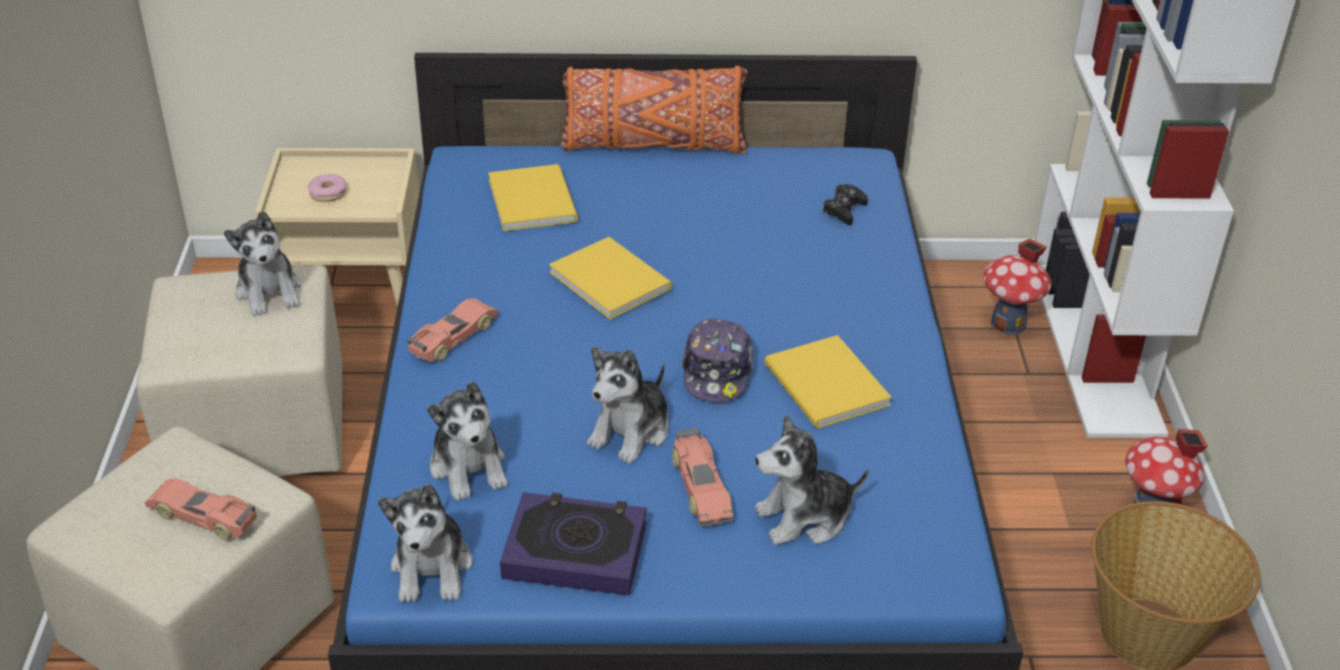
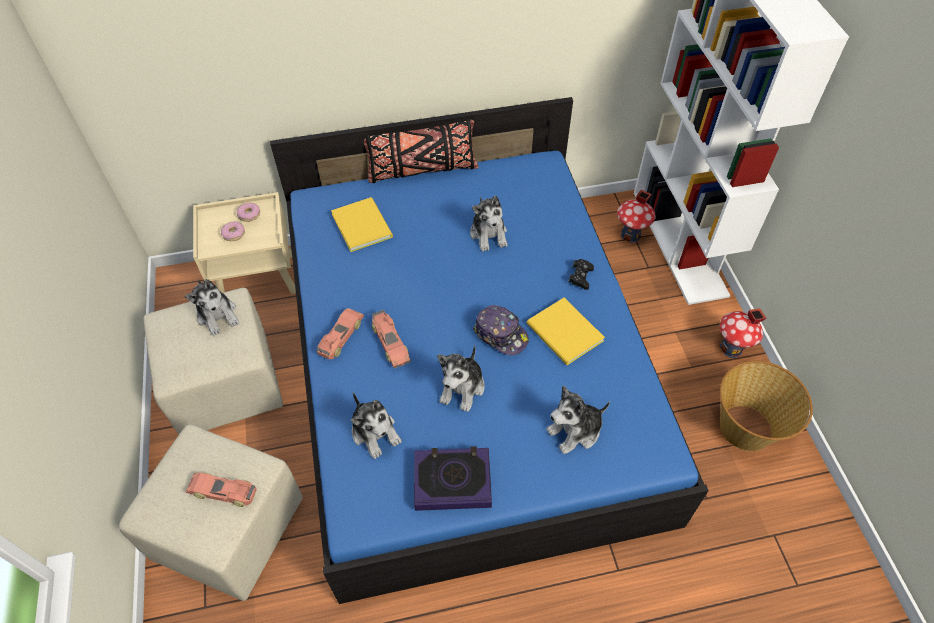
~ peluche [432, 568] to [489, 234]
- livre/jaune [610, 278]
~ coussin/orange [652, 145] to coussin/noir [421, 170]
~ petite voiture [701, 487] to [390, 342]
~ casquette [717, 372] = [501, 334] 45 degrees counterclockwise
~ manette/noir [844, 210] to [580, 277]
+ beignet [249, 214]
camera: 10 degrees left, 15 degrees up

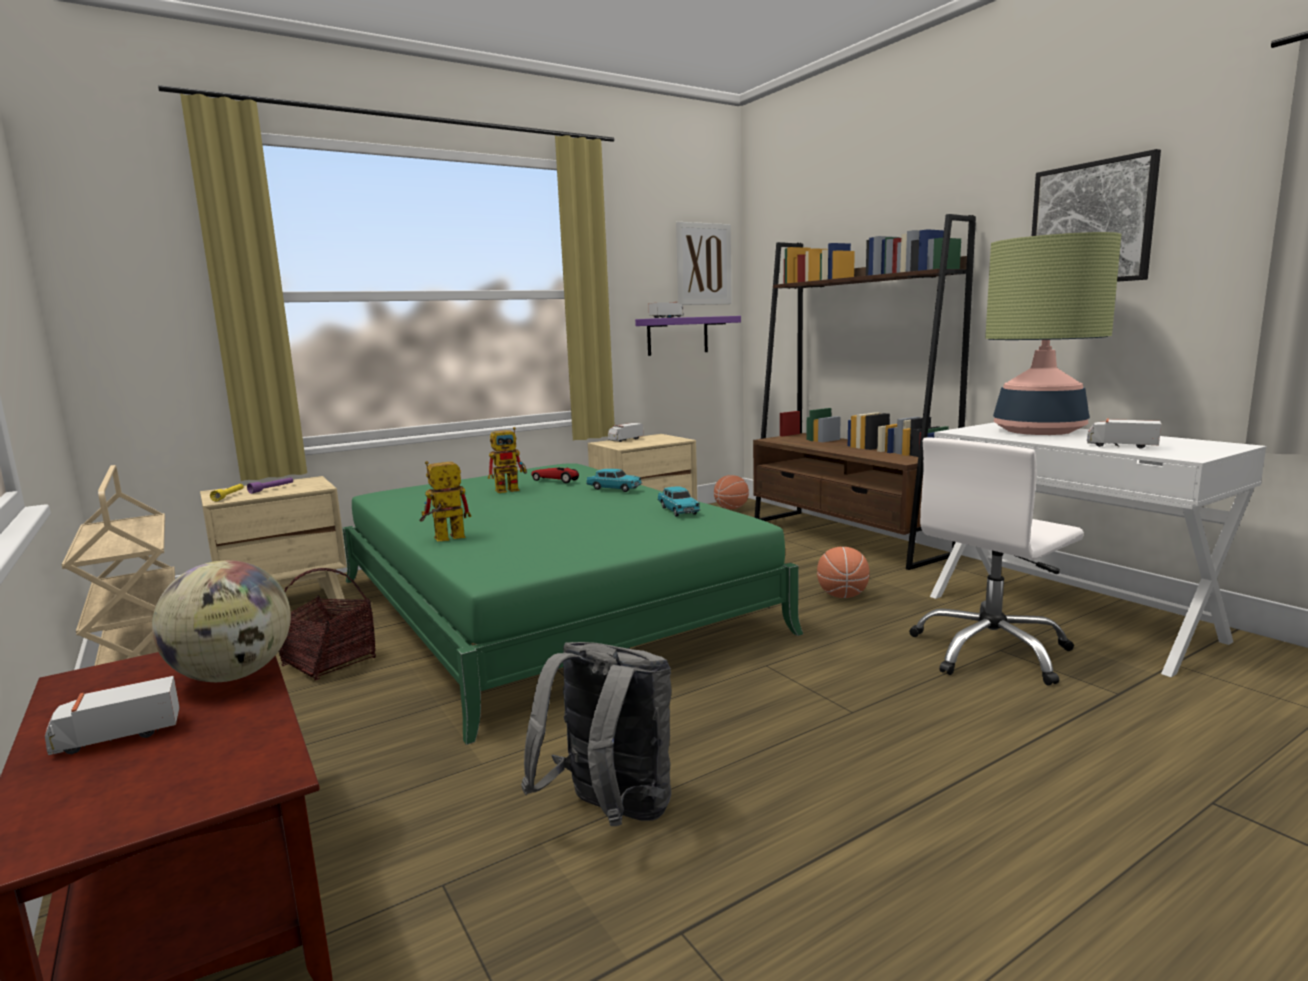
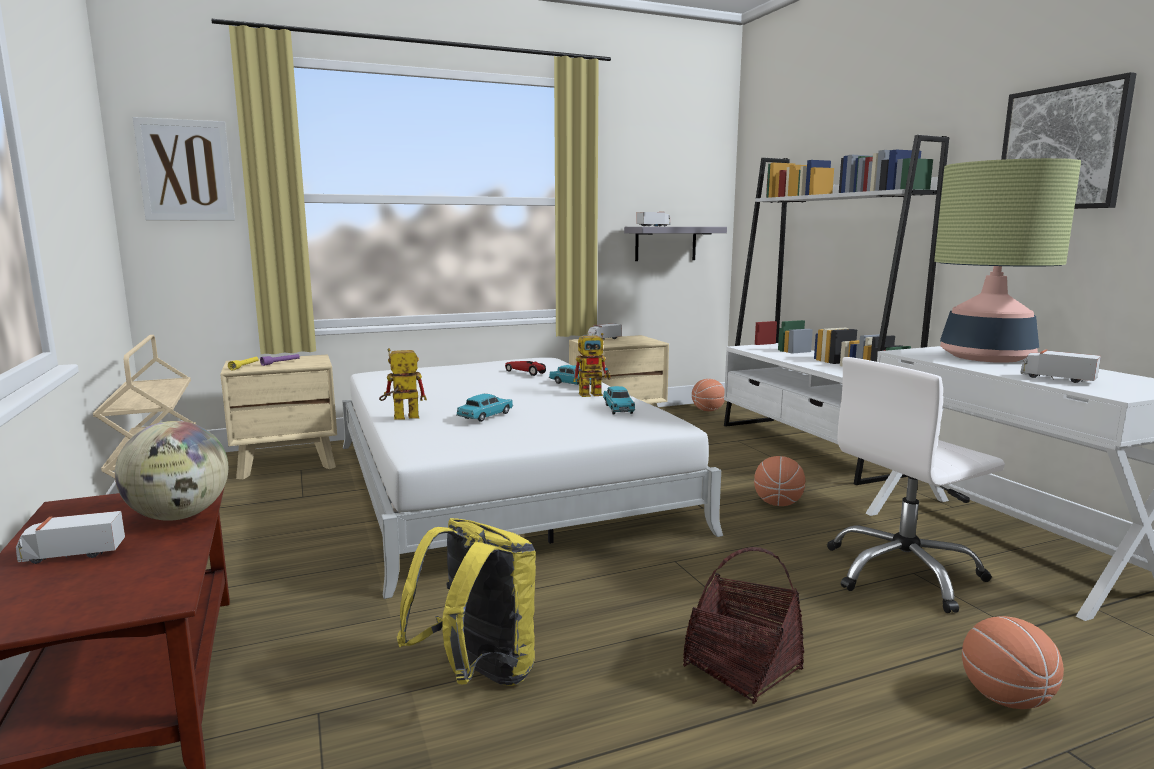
~ panier [330, 662] to [743, 668]
~ lit/vert [546, 604] to lit/blanc [501, 484]
~ robot jouet [512, 489] to [595, 393]
~ sac à dos/gris [610, 814] to sac à dos/jaune [478, 675]
~ étagère/violet [677, 336] to étagère/gris [665, 243]
~ tableau [703, 264] to [185, 170]
~ bibliothèque/marron [846, 537] to bibliothèque/blanc [808, 448]
+ petite voiture/turquoise [485, 416]
+ ballon de basket [1006, 699]
camera: 10 degrees right, 0 degrees up

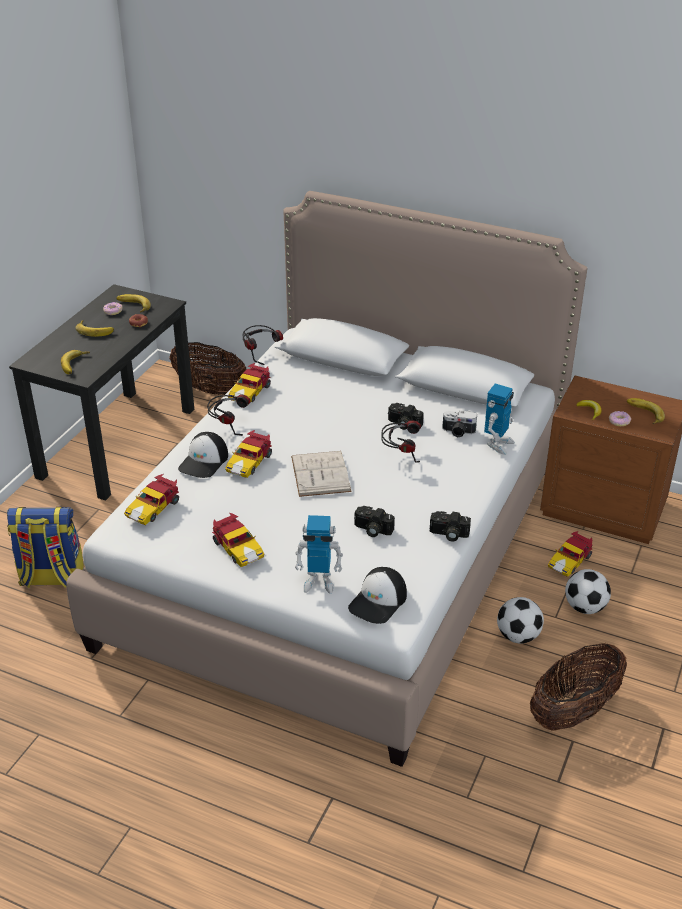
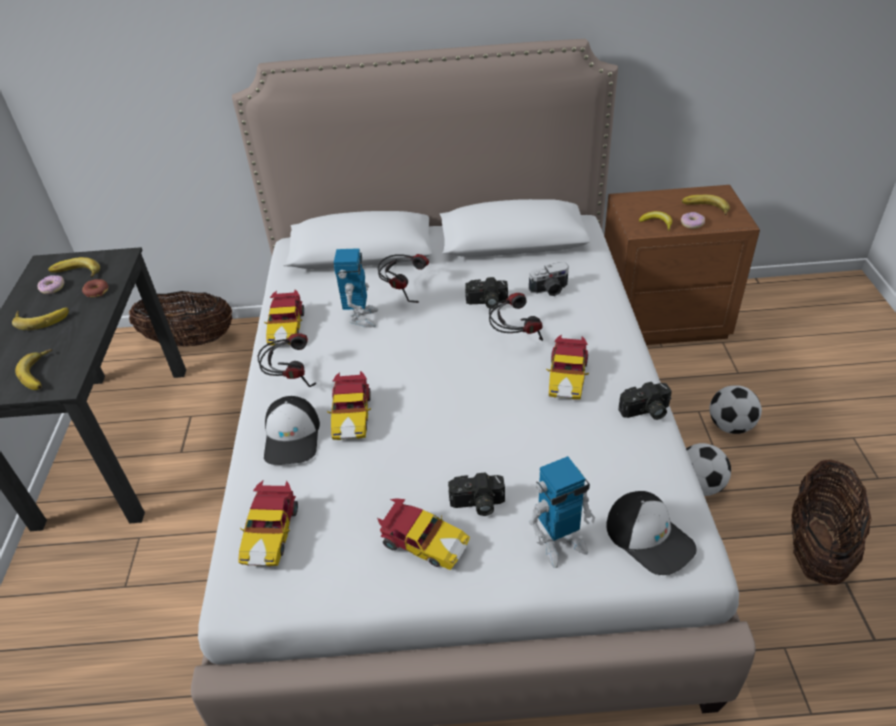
- sac à dos [51, 577]
~ casque audio [261, 355] to [403, 291]
- livre/blanc [320, 474]
~ casquette [378, 601] = [650, 537] 45 degrees counterclockwise
~ appareil photo [372, 530] to [477, 504]
~ robot jouet [497, 444] to [361, 318]
~ petite voiture [570, 561] to [567, 377]
camera: 25 degrees left, 5 degrees up

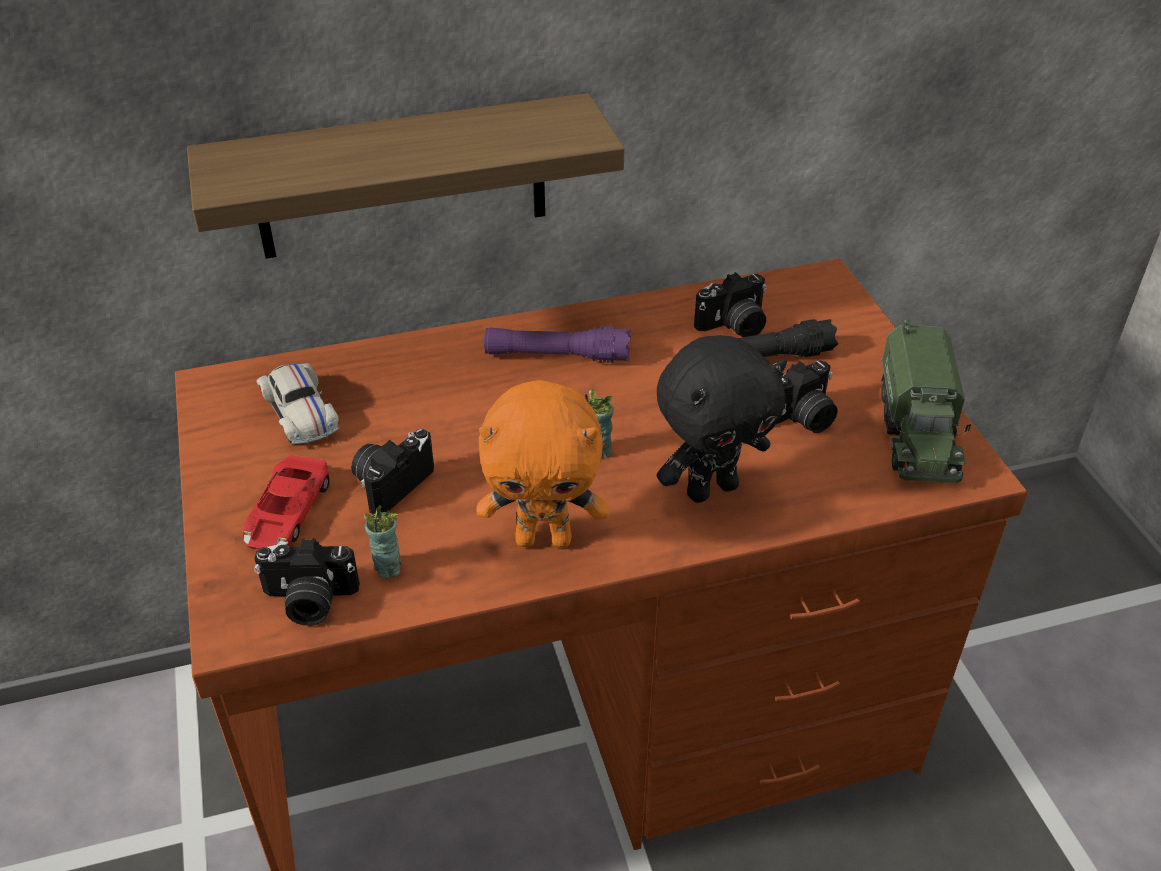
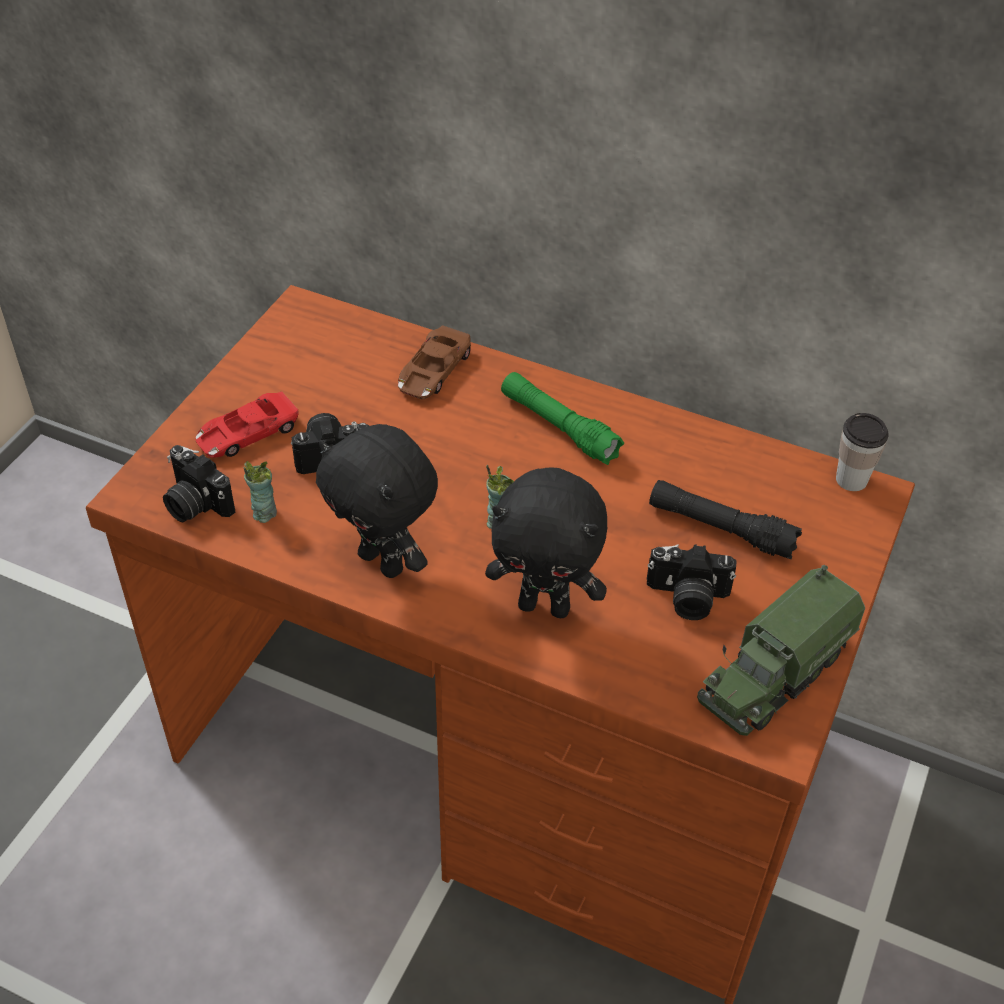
- étagère [401, 178]
- petite voiture/blanc [300, 412]
~ peluche/orange [544, 538] to peluche/noir [384, 562]
~ lampe de poche/violet [557, 356] to lampe de poche/vert [559, 427]
- appareil photo [734, 326]
+ petite voiture/marron [433, 371]
+ tasse [851, 479]
camera: 40 degrees right, 5 degrees up

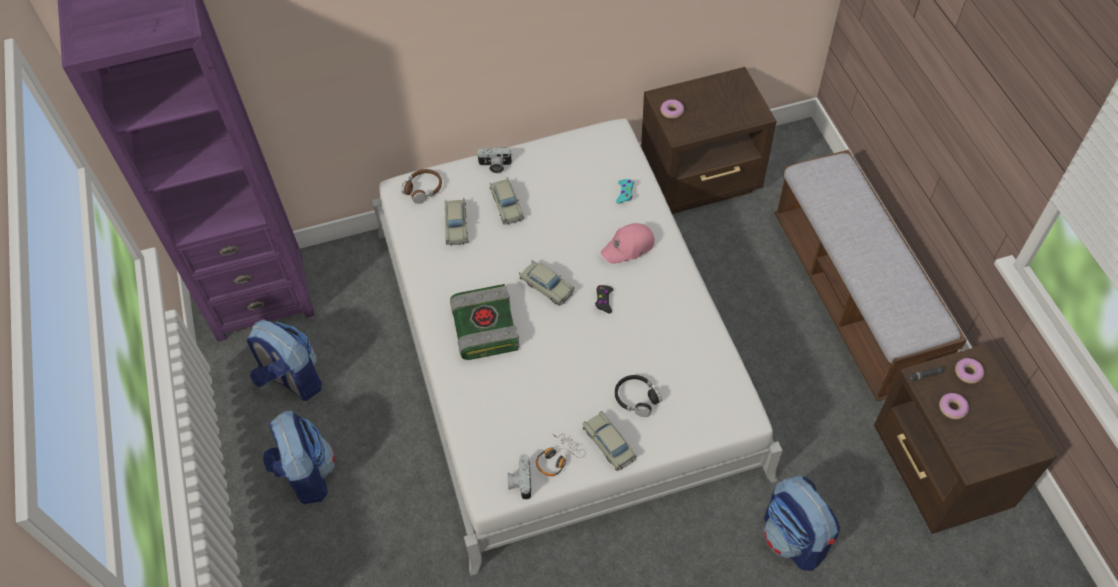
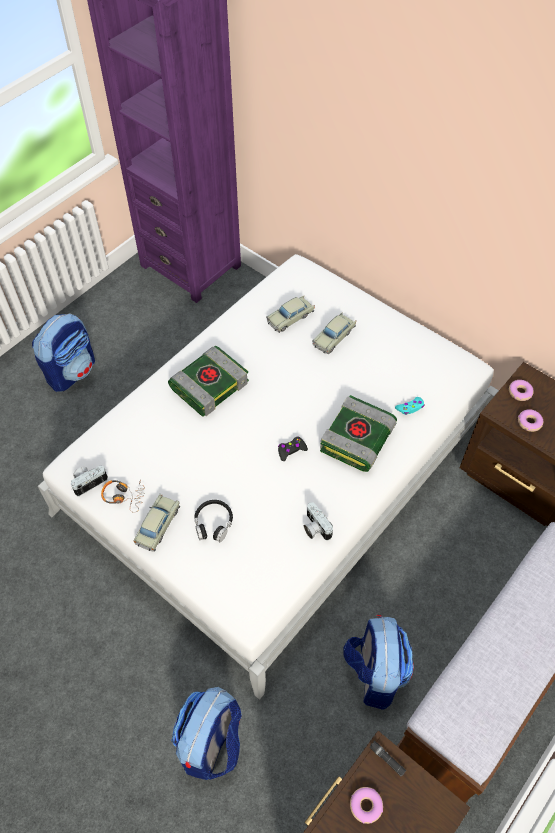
~ sac à dos [291, 380] to [374, 672]
- casque audio/marron [423, 189]
~ appareil photo [495, 166] to [315, 527]
- petite voiture/beige [547, 286]
~ casquette/rose [629, 247] to livre [357, 440]
~ beignet [968, 373] to [529, 422]
camera: 55 degrees right, 0 degrees up

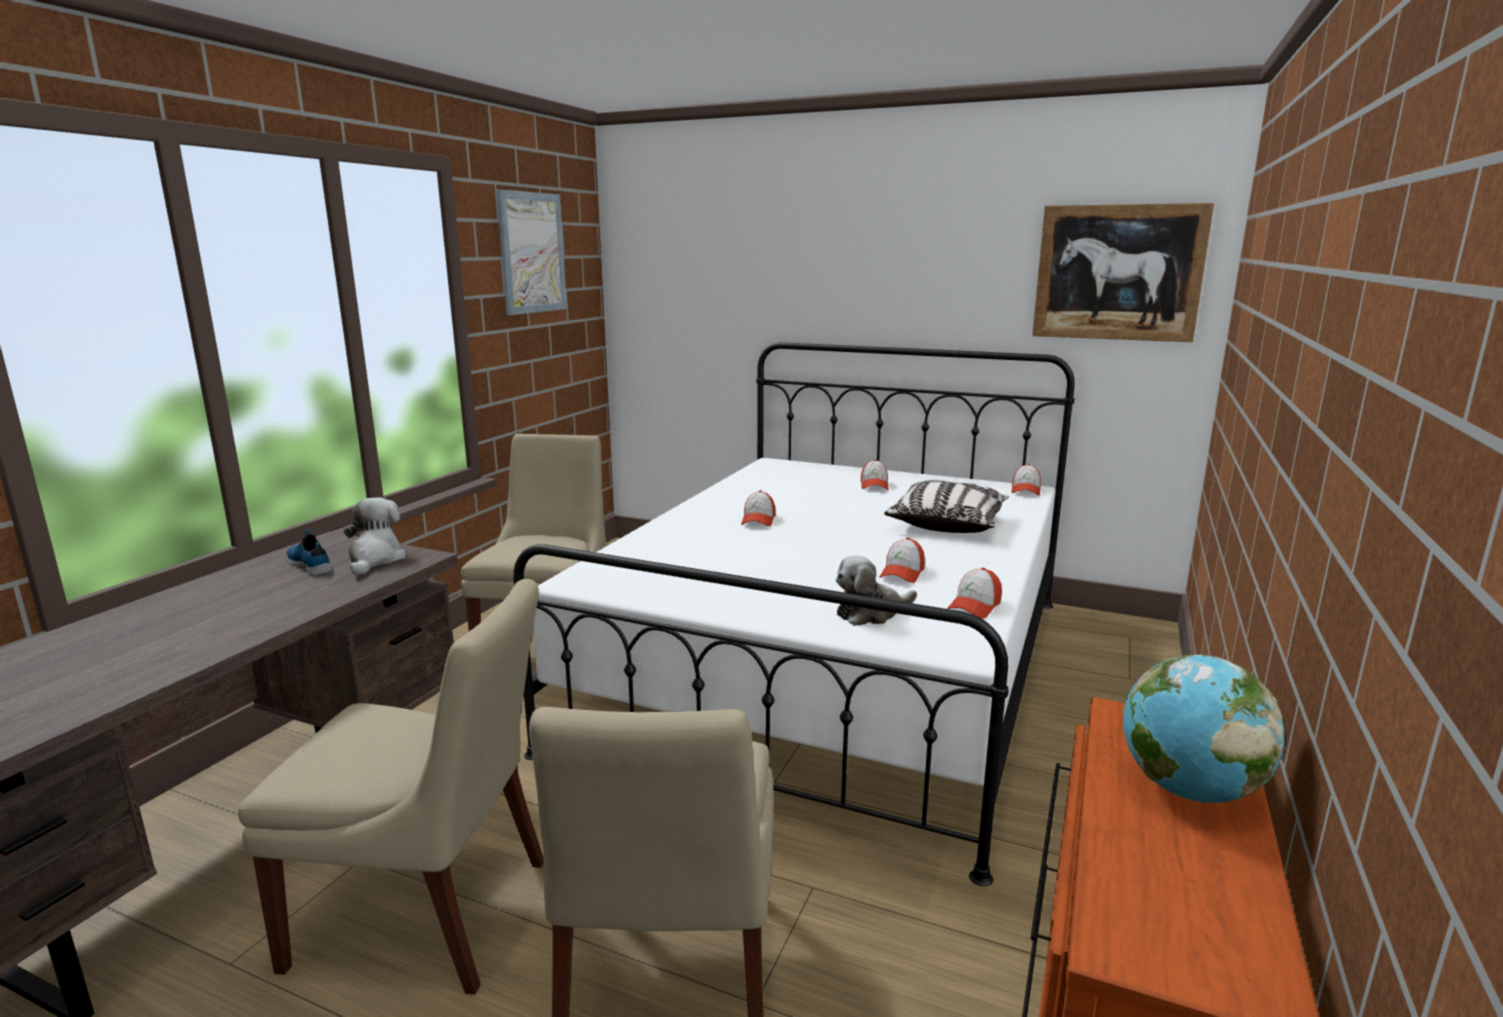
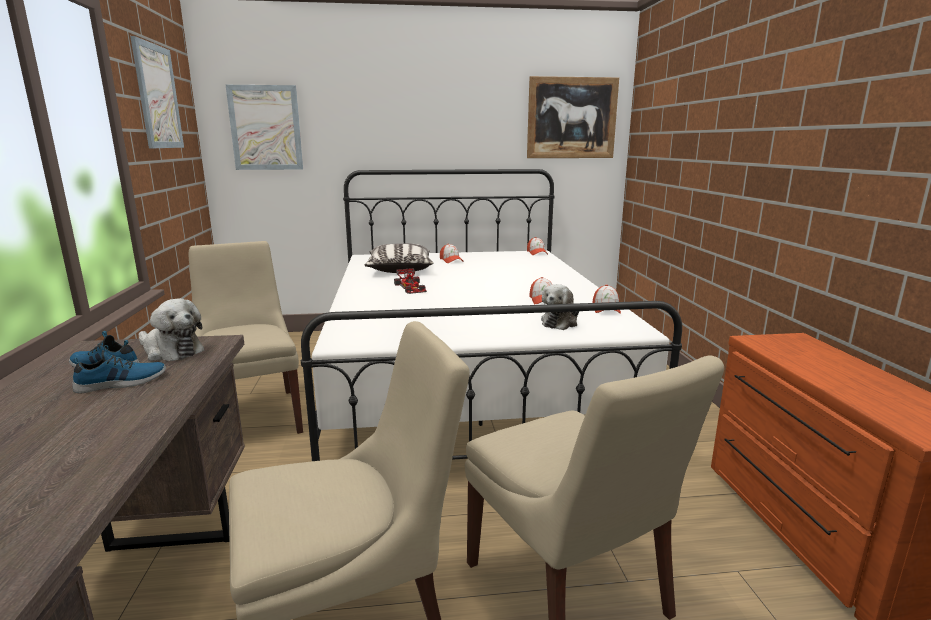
~ peluche [375, 559] = [171, 351] 150 degrees clockwise
~ casquette [758, 520] to petite voiture [411, 287]
~ coussin [947, 524] to [399, 269]
- globe [1188, 789]
+ chaussure [121, 383]
+ tableau [265, 128]
camera: 30 degrees left, 0 degrees up

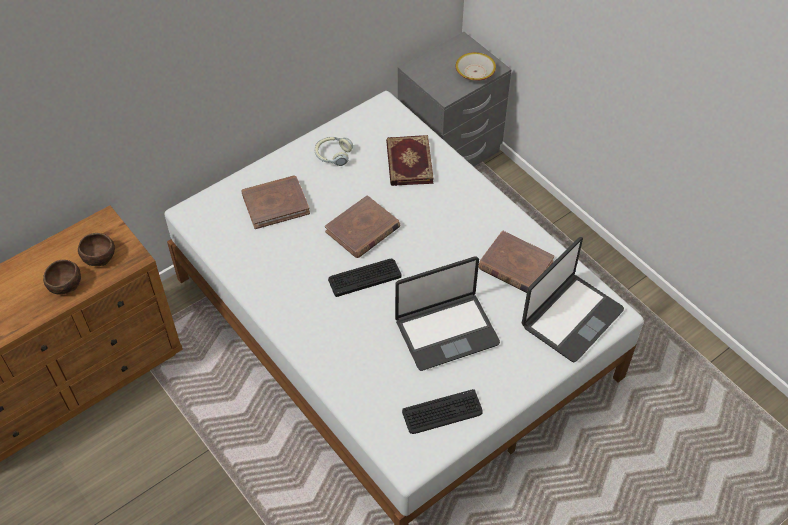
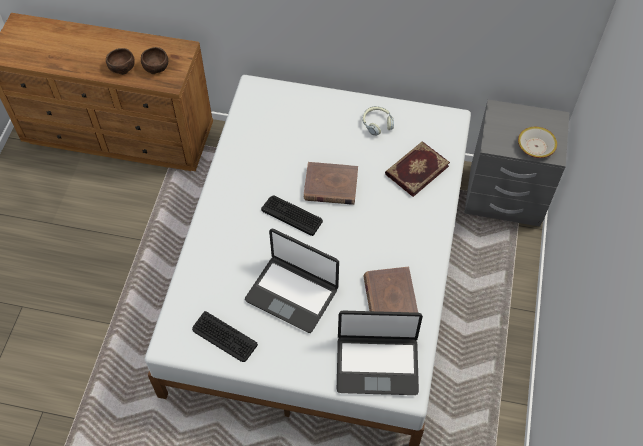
- livre/marron [275, 204]
camera: 50 degrees right, 5 degrees up

